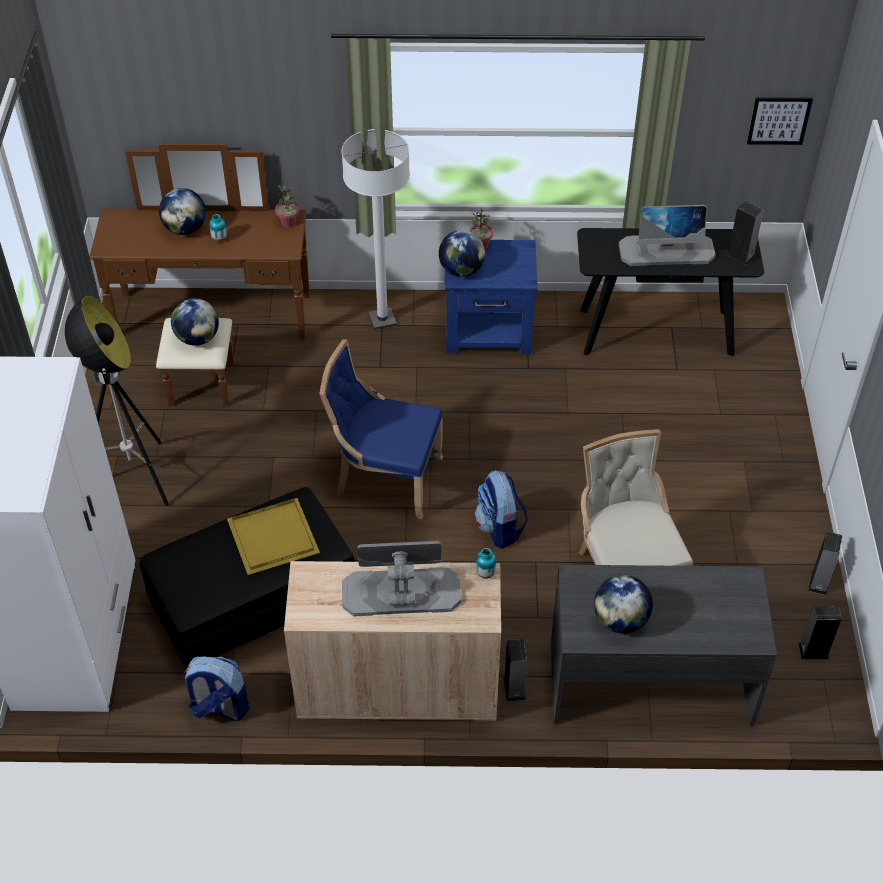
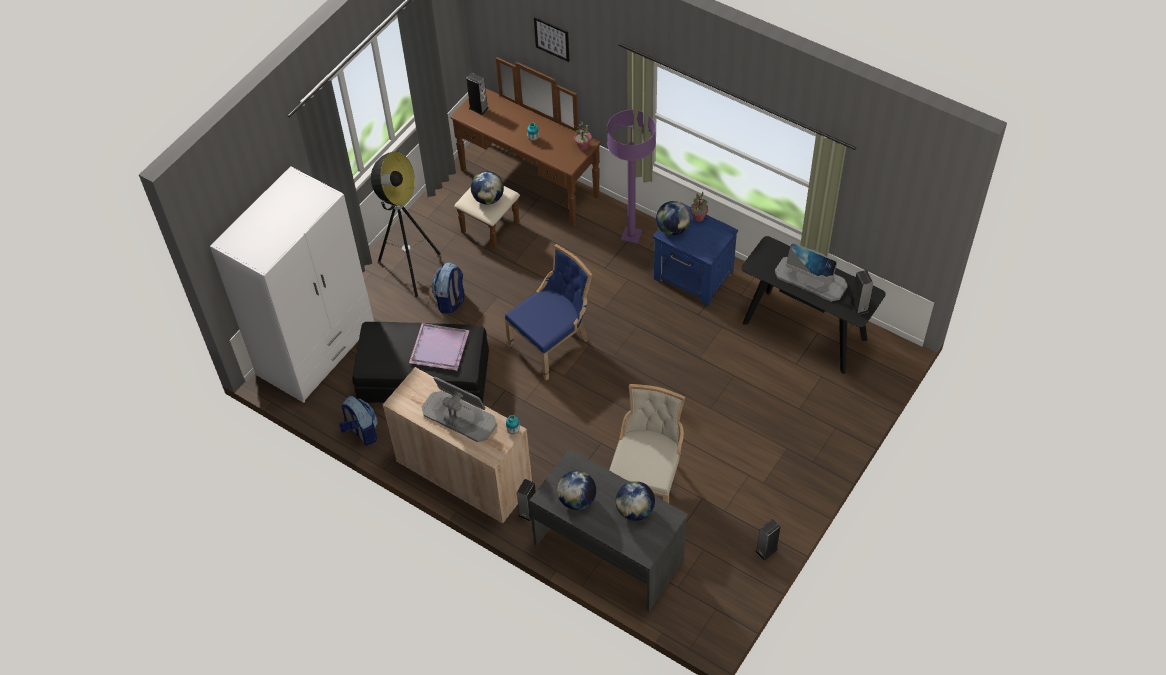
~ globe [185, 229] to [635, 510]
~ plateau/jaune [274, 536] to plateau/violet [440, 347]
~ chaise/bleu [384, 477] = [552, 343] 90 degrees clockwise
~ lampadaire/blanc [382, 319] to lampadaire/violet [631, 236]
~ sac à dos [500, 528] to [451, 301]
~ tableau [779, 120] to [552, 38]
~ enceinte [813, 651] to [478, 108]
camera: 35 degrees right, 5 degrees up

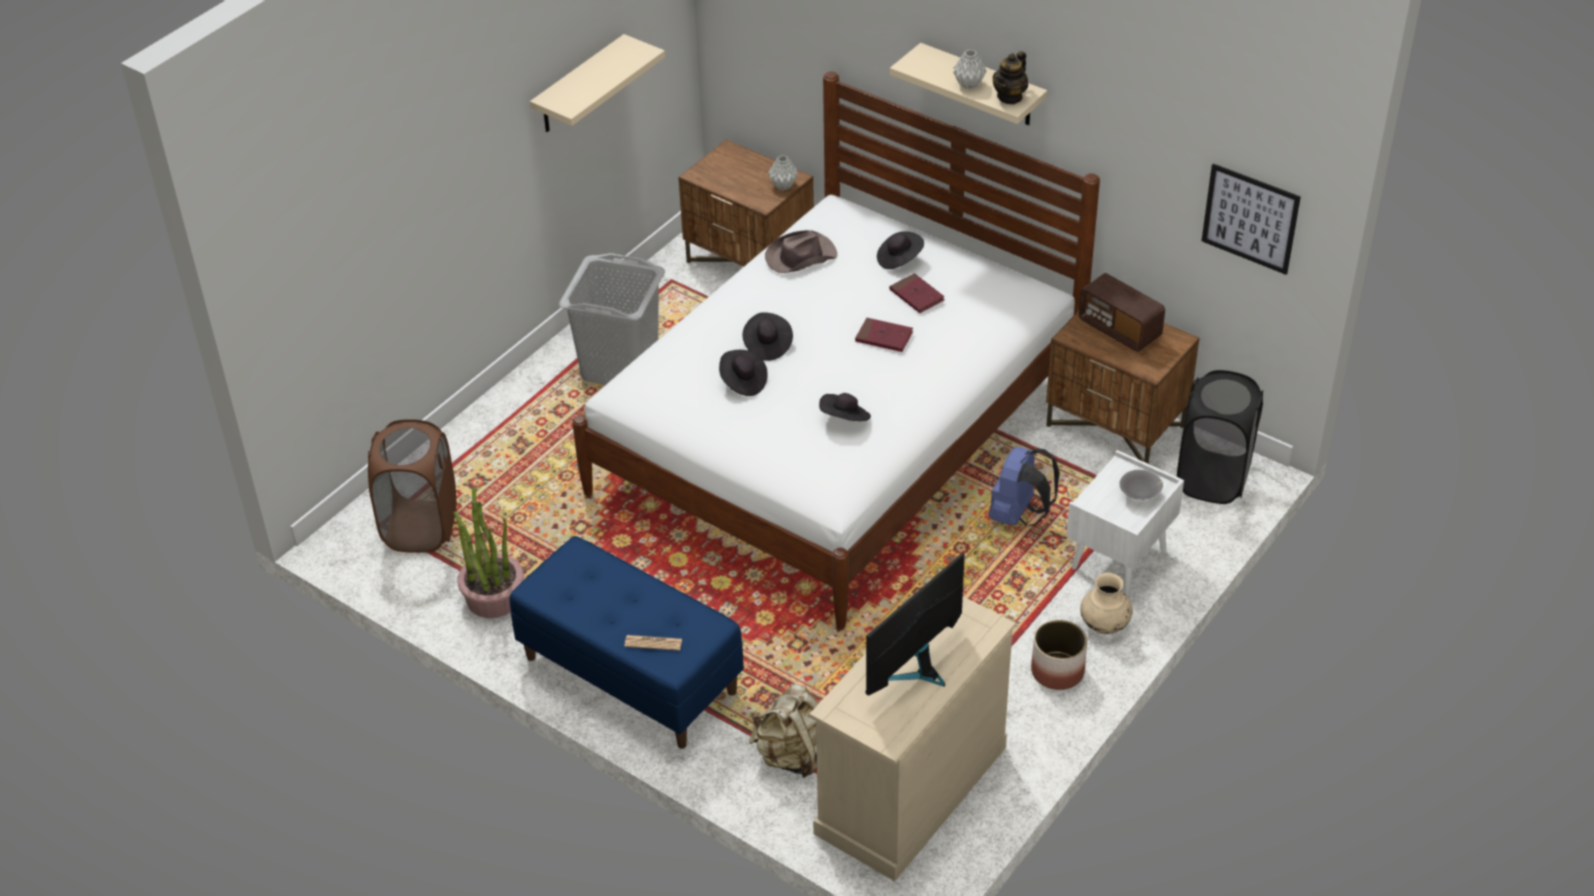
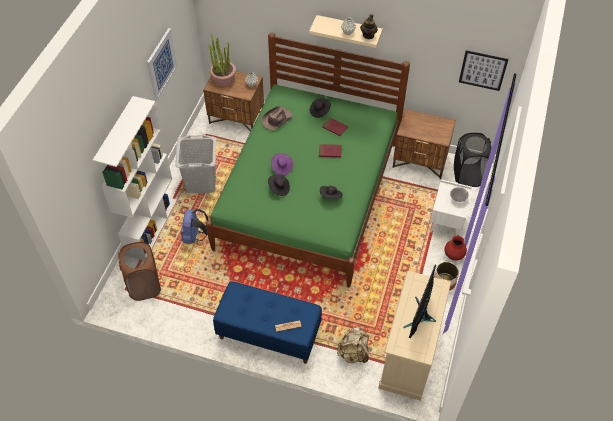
~ plante en pot [493, 597] to [223, 78]
~ étagère/beige [579, 86] to tableau [161, 64]
~ lit/blanc [836, 437] to lit/vert [308, 194]
~ chapeau/noir [767, 345] to chapeau/violet [281, 167]
~ sac à dos/bleu [1019, 516] to [195, 236]
- radio [1119, 329]
~ vase/beige [1104, 625] to vase/rouge [454, 255]
+ bibliothèque/blanc [151, 226]
camera: 20 degrees left, 10 degrees up

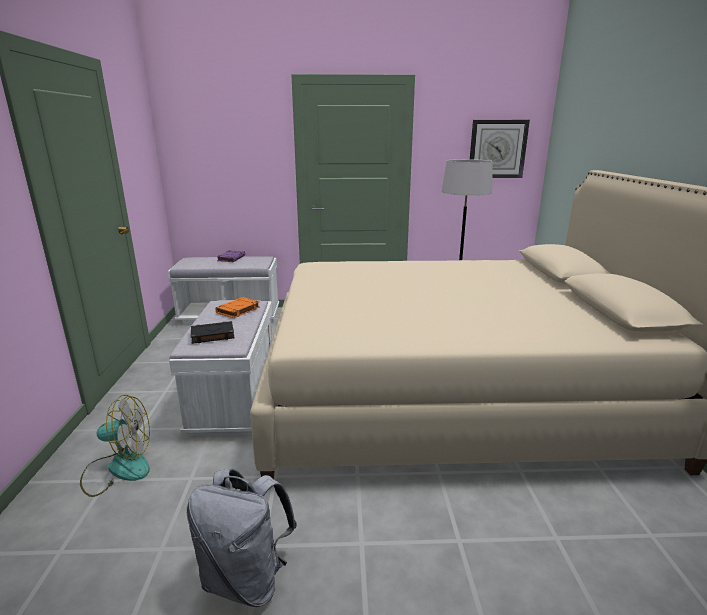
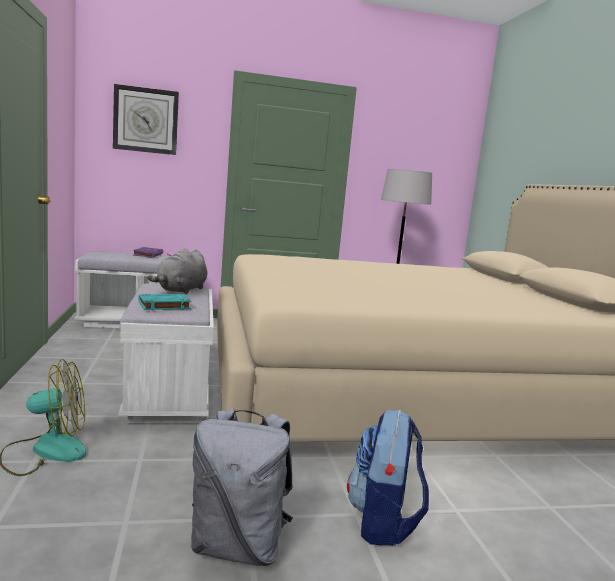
~ livre/noir [212, 335] to livre/turquoise [163, 305]
~ livre/orange [238, 310] to peluche/gris [181, 290]
~ horloge murale [497, 149] to [146, 120]
+ sac à dos [383, 522]
camera: 10 degrees left, 10 degrees down

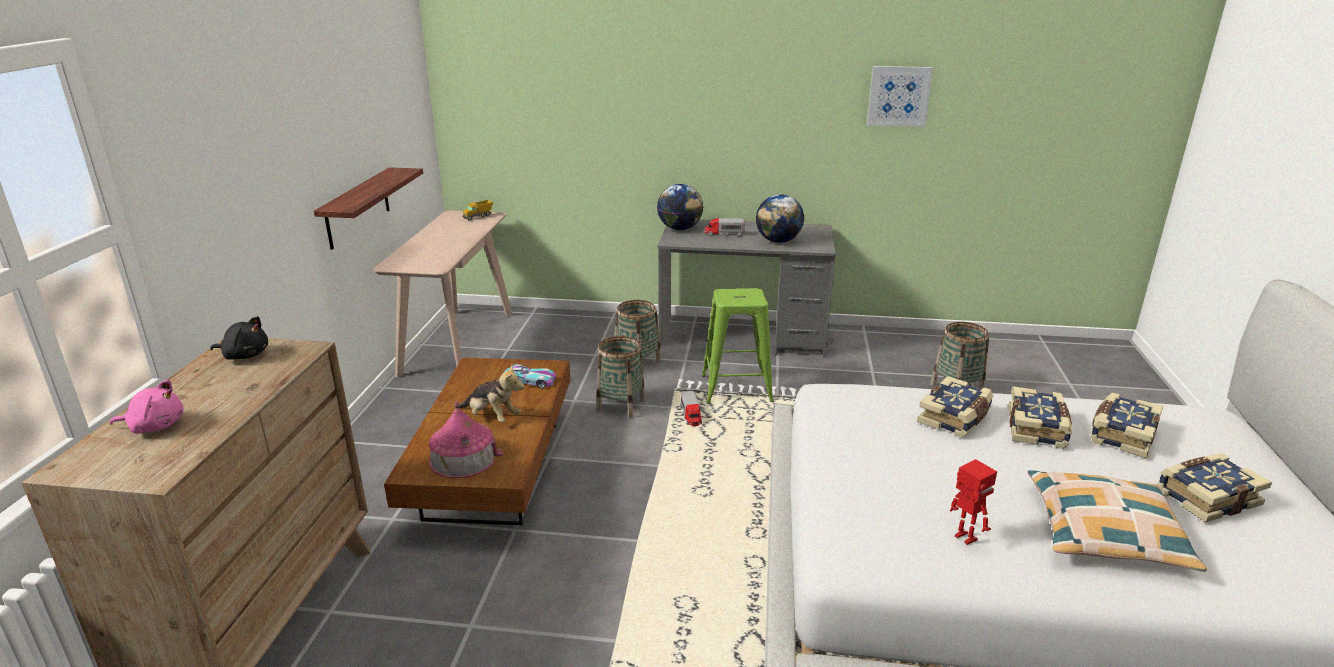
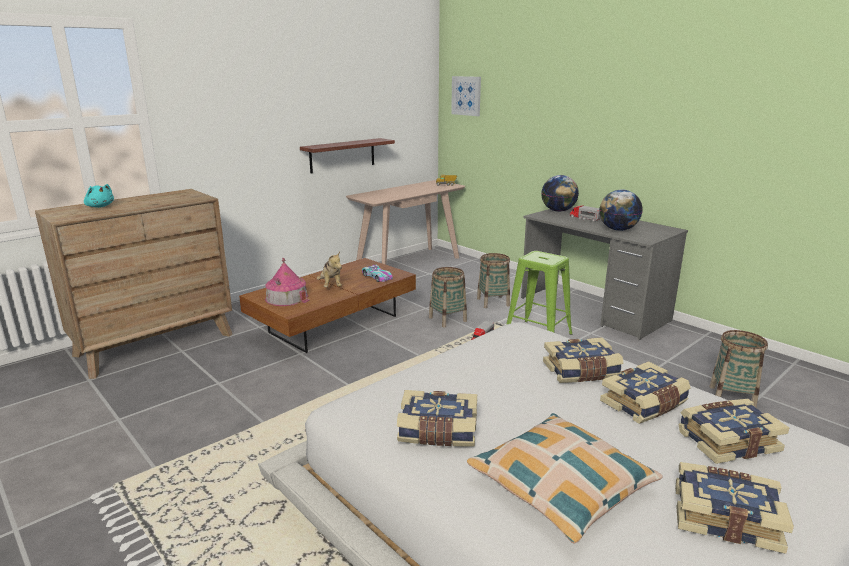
~ peluche/rose [155, 426] to peluche/turquoise [100, 206]
- peluche/noir [245, 355]
~ tableau [899, 96] to [466, 95]
~ robot jouet [964, 538] to livre [438, 432]
camera: 40 degrees right, 5 degrees down

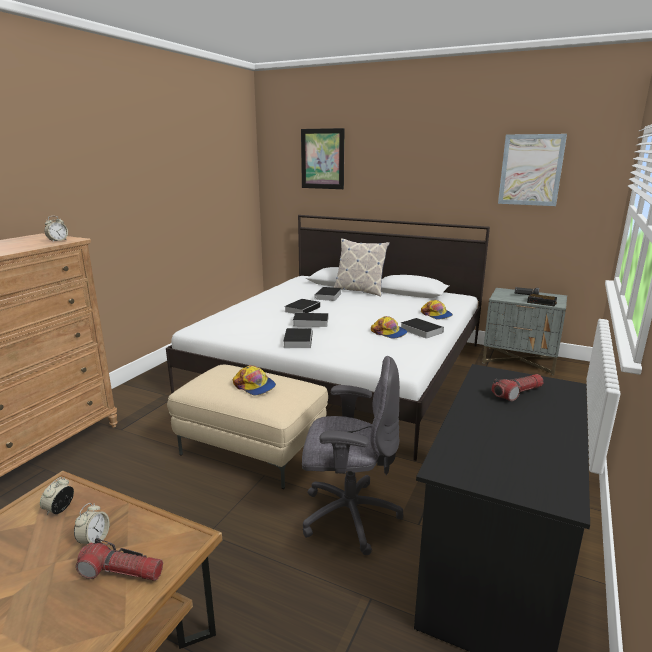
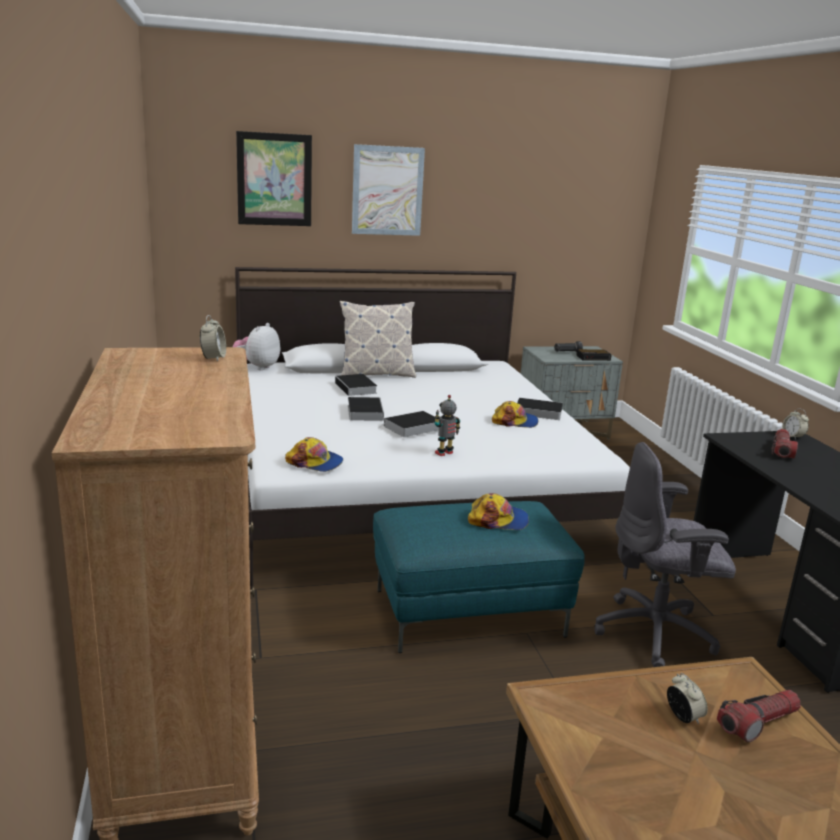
~ réveil [60, 509] to [792, 437]
~ pouf/beige [253, 449] to pouf/turquoise [469, 611]
~ livre [298, 340] to robot jouet [444, 453]
~ chaise de bureau/gris [348, 515] = [656, 633] 150 degrees counterclockwise
~ casquette [436, 315] to [315, 462]
~ tableau [531, 170] to [387, 191]
+ peluche [257, 367]
camera: 40 degrees left, 0 degrees up

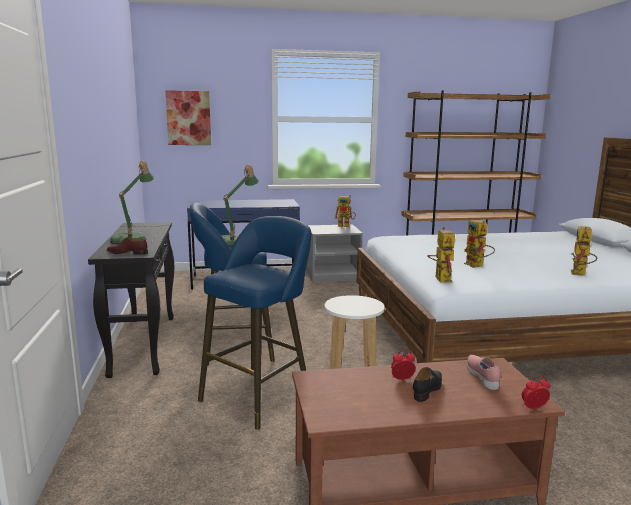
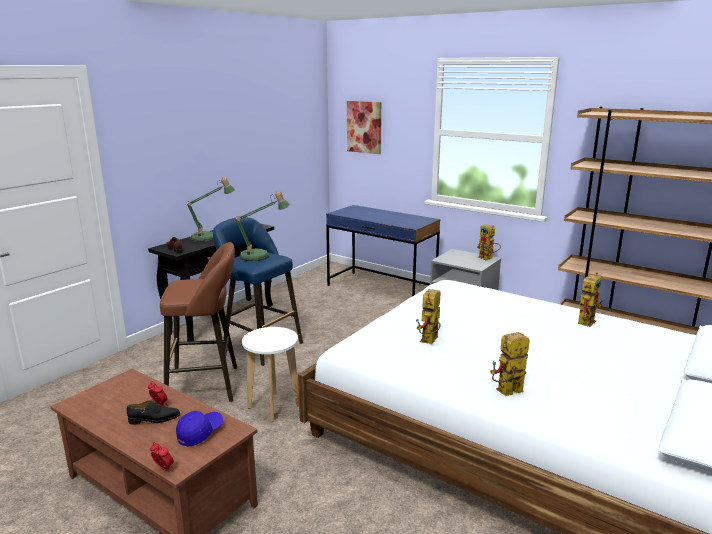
~ tabouret/bleu [259, 395] to tabouret/marron [208, 385]
~ robot jouet [440, 278] to [586, 320]
~ chaussure/rose [483, 378] to casquette/bleu [200, 433]
camera: 45 degrees right, 5 degrees up

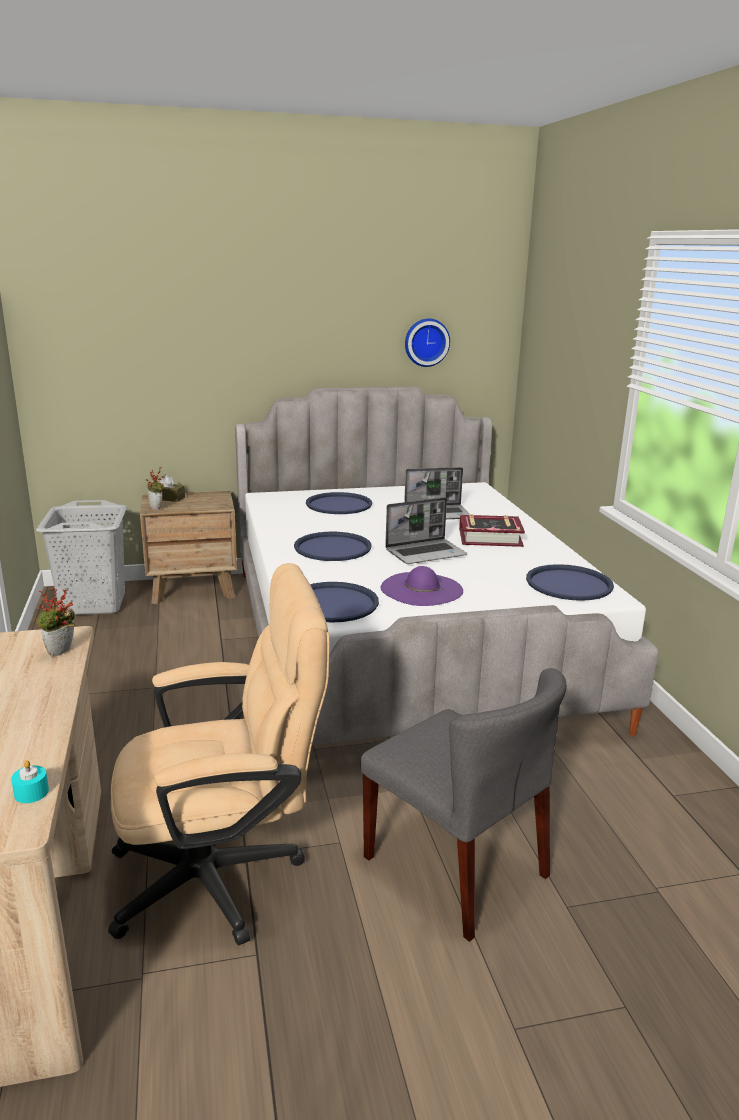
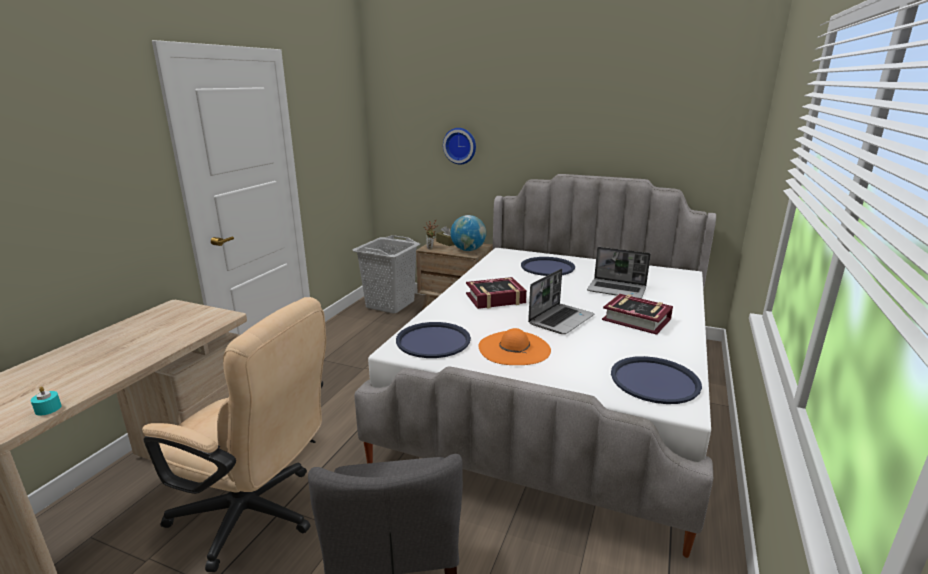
- plante en pot [61, 653]
~ plateau/bleu [333, 548] to livre [495, 299]
~ chapeau/violet [421, 589] to chapeau/orange [514, 348]
~ ordinateur portable [426, 553] = [561, 319] 60 degrees counterclockwise
~ horloge murale [426, 342] to [460, 145]
+ globe [468, 250]
camera: 35 degrees right, 0 degrees up

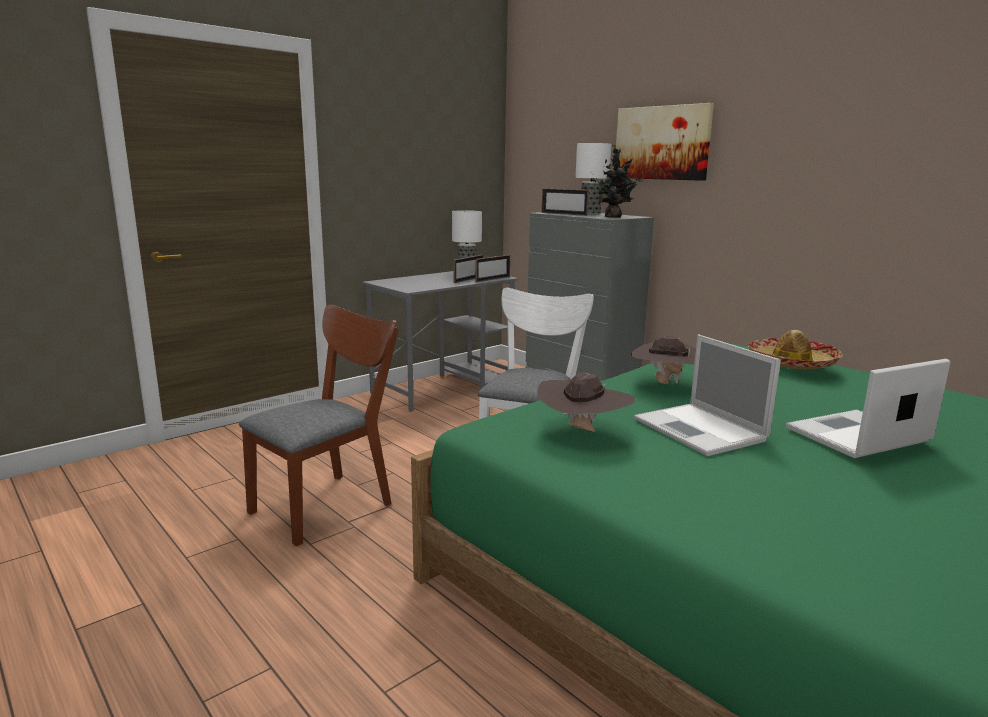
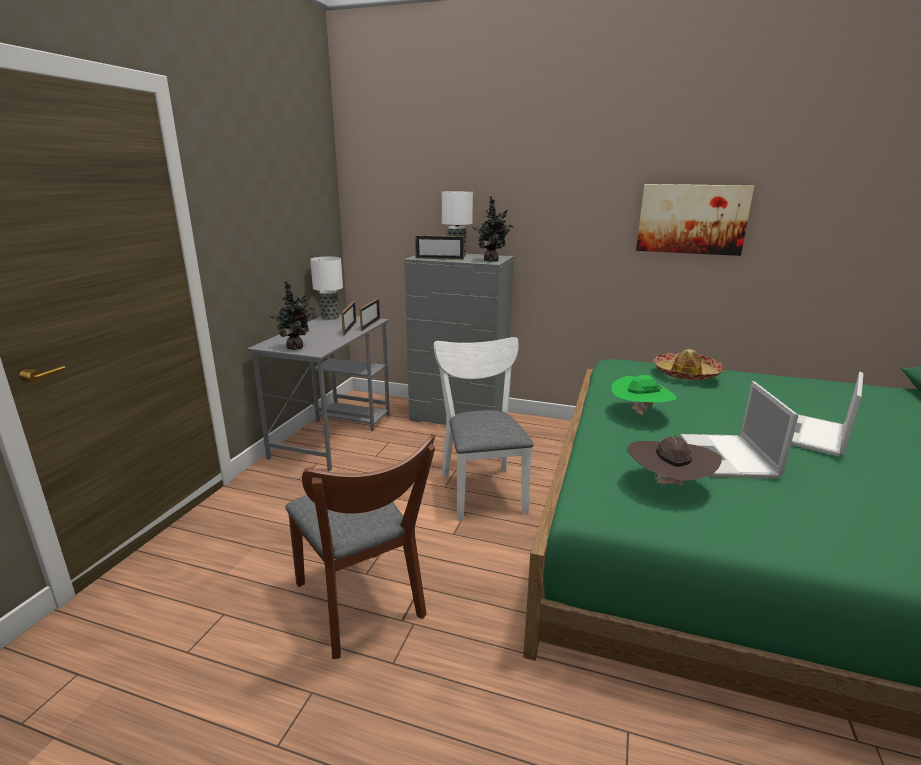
~ chaise/marron [330, 503] = [362, 606] 135 degrees clockwise
~ tableau [662, 143] to [691, 219]
~ chapeau/marron [664, 384] to chapeau/vert [639, 414]
~ ordinateur portable [701, 430] = [729, 457] 60 degrees clockwise
+ plante en pot [296, 347]
camera: 30 degrees left, 5 degrees up

